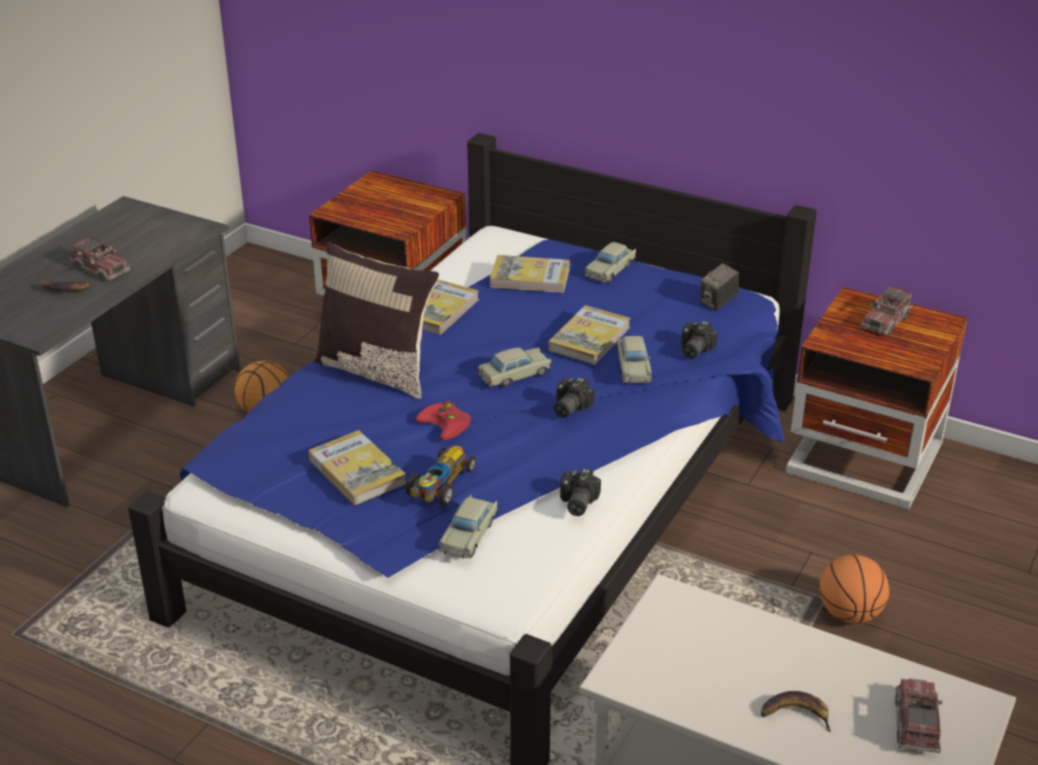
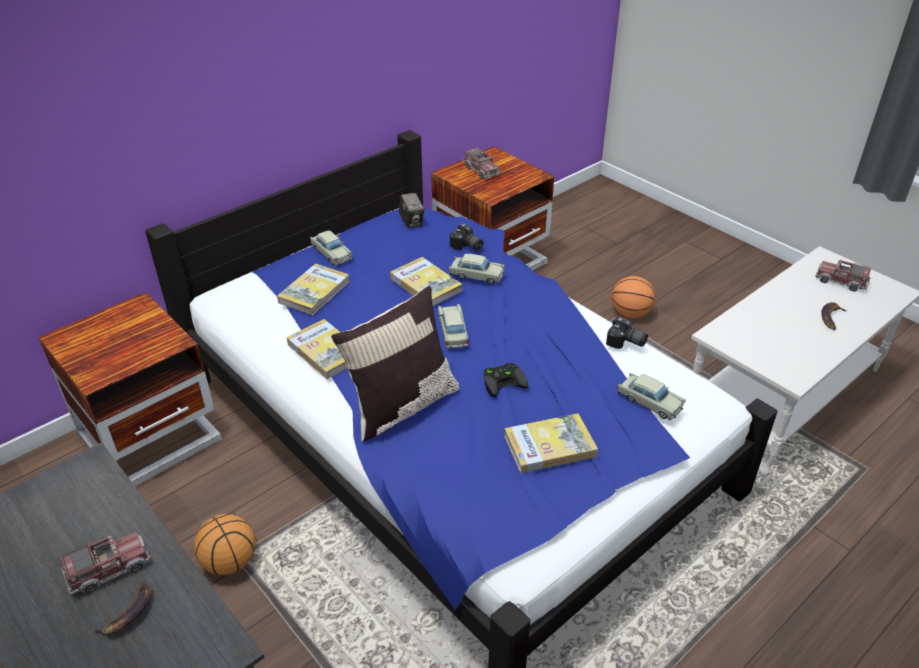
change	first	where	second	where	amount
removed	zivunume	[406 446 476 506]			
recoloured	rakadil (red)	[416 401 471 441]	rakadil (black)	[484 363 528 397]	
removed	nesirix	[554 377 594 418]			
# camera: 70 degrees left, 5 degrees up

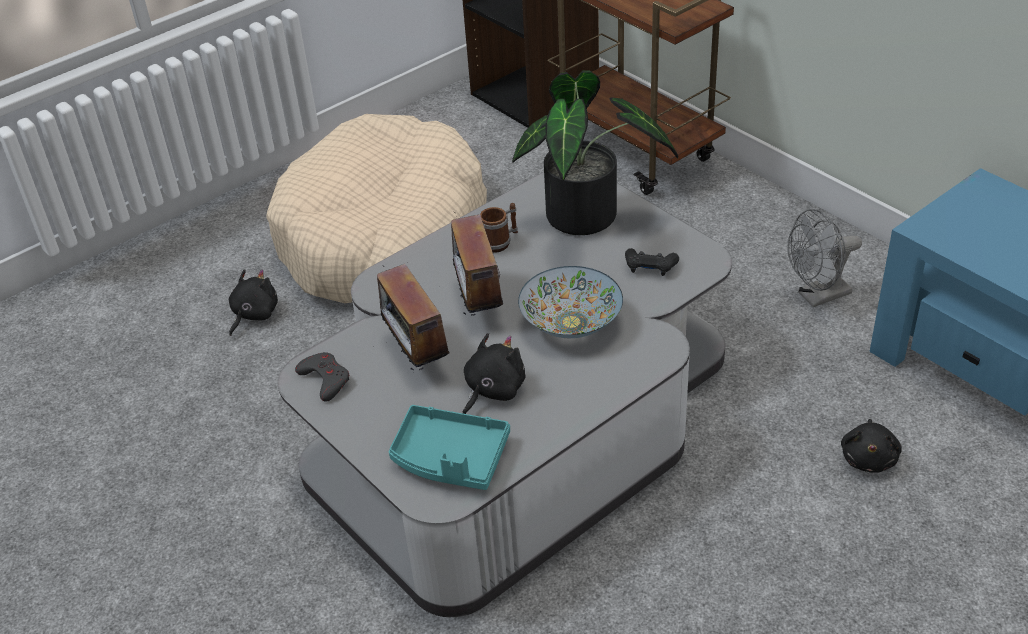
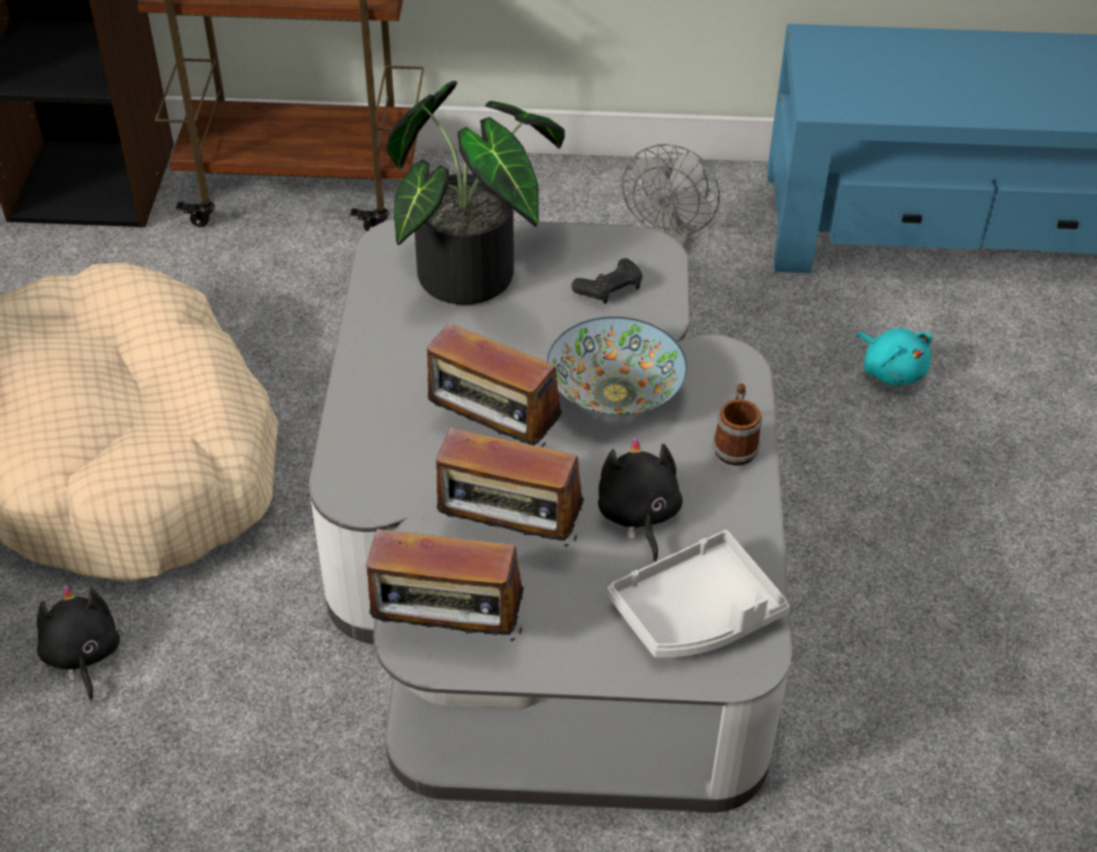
change	first	where	second	where	amount
replaced	rakadil (grey)	[295 352 349 402]	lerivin	[365 528 524 656]	
recoloured	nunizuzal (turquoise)	[389 405 510 490]	nunizuzal (grey)	[608 530 790 658]	
moved	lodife	[480 203 518 253]		[713 383 762 466]	
recoloured	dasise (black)	[841 419 902 473]	dasise (turquoise)	[857 328 932 386]	
# camera: 50 degrees left, 5 degrees up

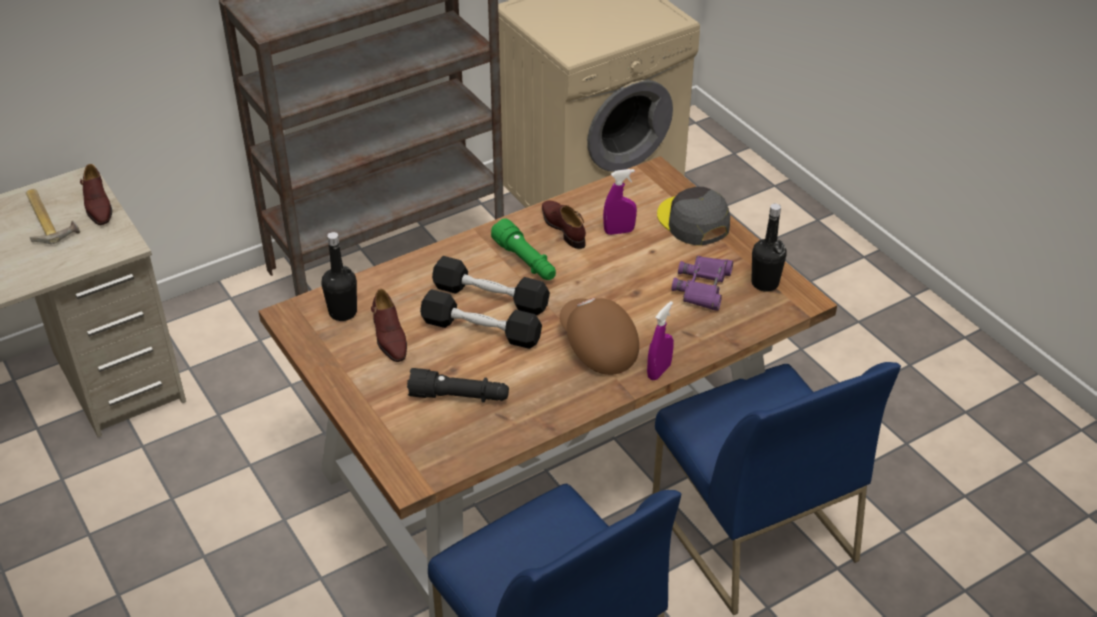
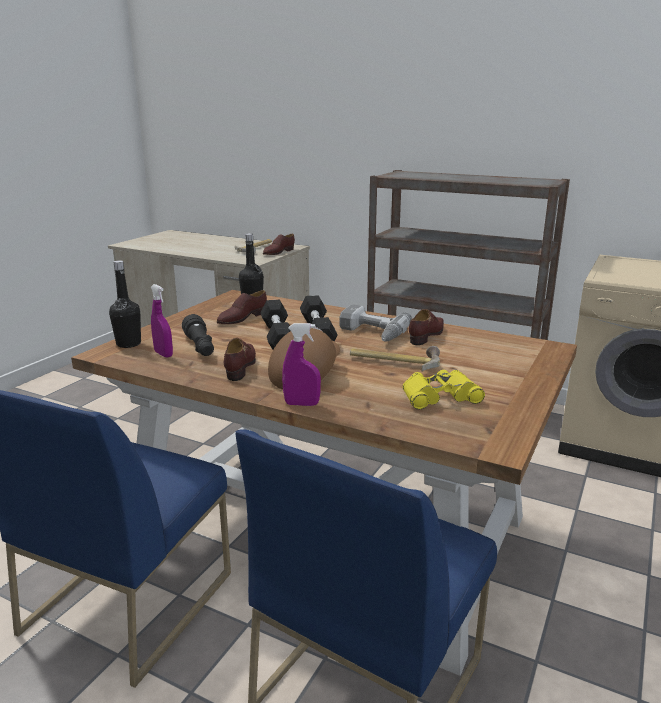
change	first	where	second	where	amount
replaced	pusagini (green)	[491 218 556 280]	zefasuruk	[339 305 412 341]	
moved	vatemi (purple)	[603 169 637 235]		[151 284 173 358]	
removed	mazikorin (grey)	[657 187 730 246]			
recoloured	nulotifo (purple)	[672 256 733 311]	nulotifo (yellow)	[402 370 485 410]	
moved	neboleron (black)	[752 204 787 292]		[109 260 141 348]	
added			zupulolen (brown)	[223 338 256 381]	
added			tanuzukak	[350 346 440 371]	
# camera: 60 degrees right, 20 degrees down

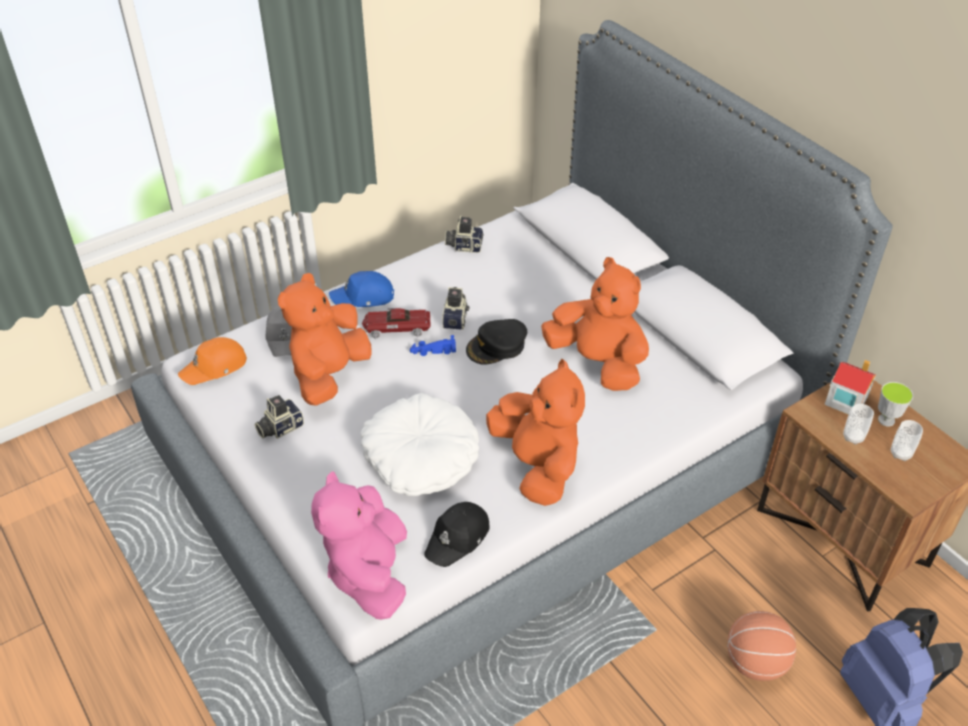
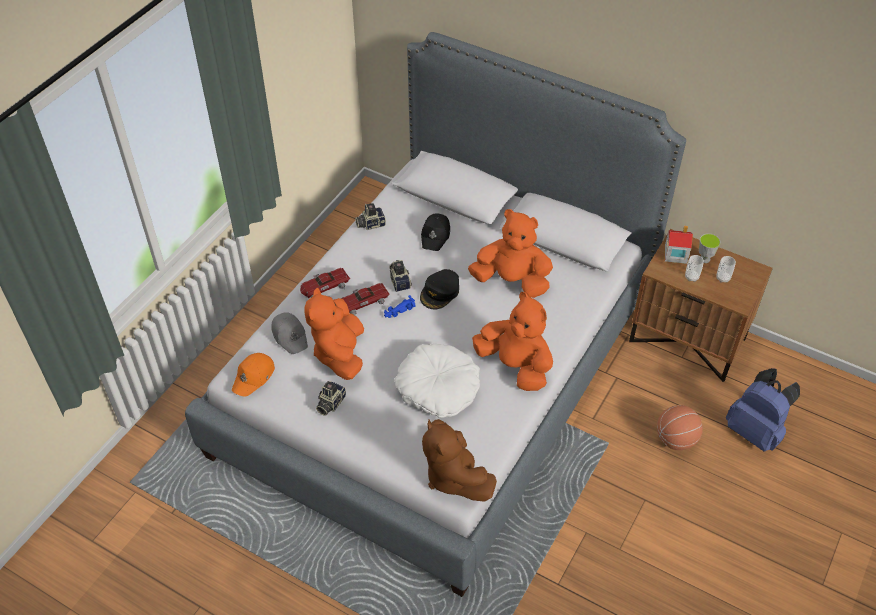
change	first	where	second	where	amount
recoloured	dasise (pink)	[311 472 407 620]	dasise (brown)	[422 419 497 502]	
replaced	mazikorin (blue)	[329 271 394 307]	zivunume	[300 268 350 298]	
moved	mazikorin (black)	[424 502 489 567]		[421 213 450 251]	
# camera: 25 degrees left, 5 degrees up

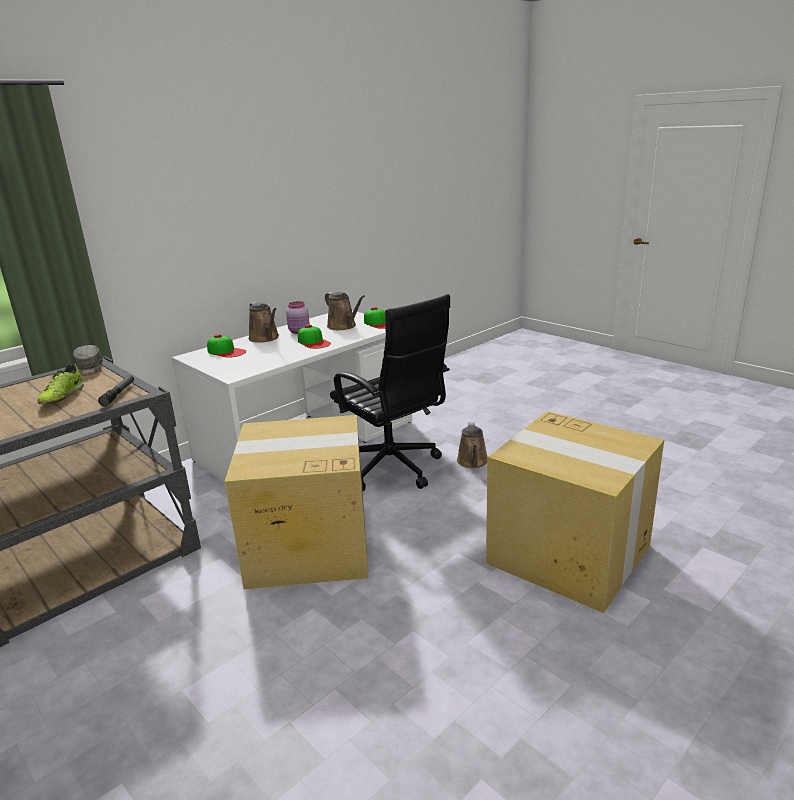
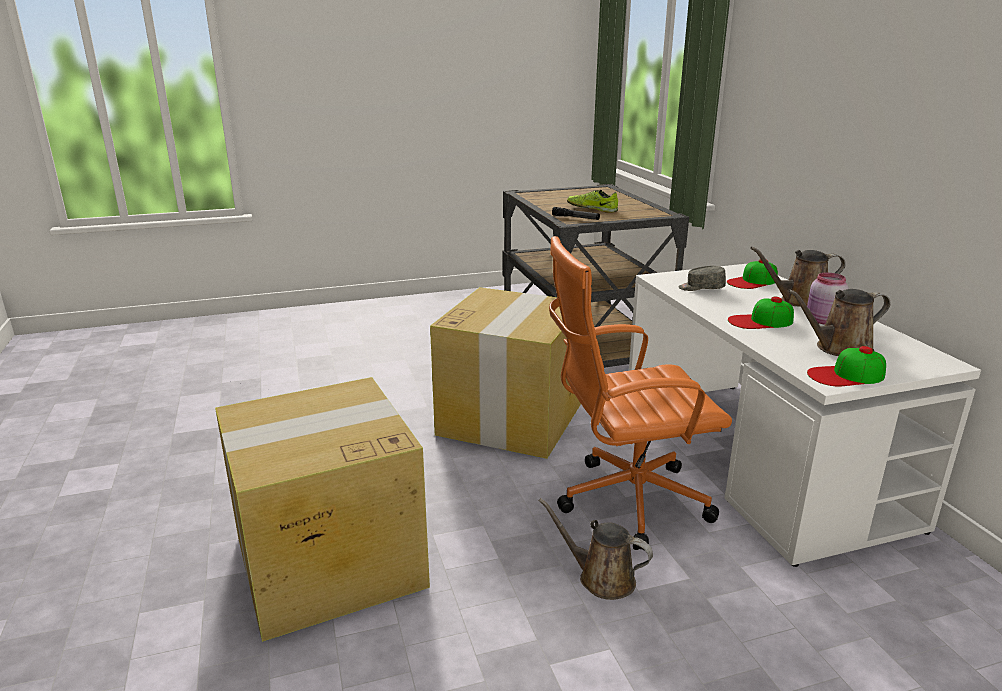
change	first	where	second	where	amount
moved	mazikorin (grey)	[73 345 103 376]		[678 266 726 291]	
recoloured	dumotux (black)	[330 294 450 491]	dumotux (orange)	[549 236 732 550]	
# camera: 115 degrees right, 0 degrees up

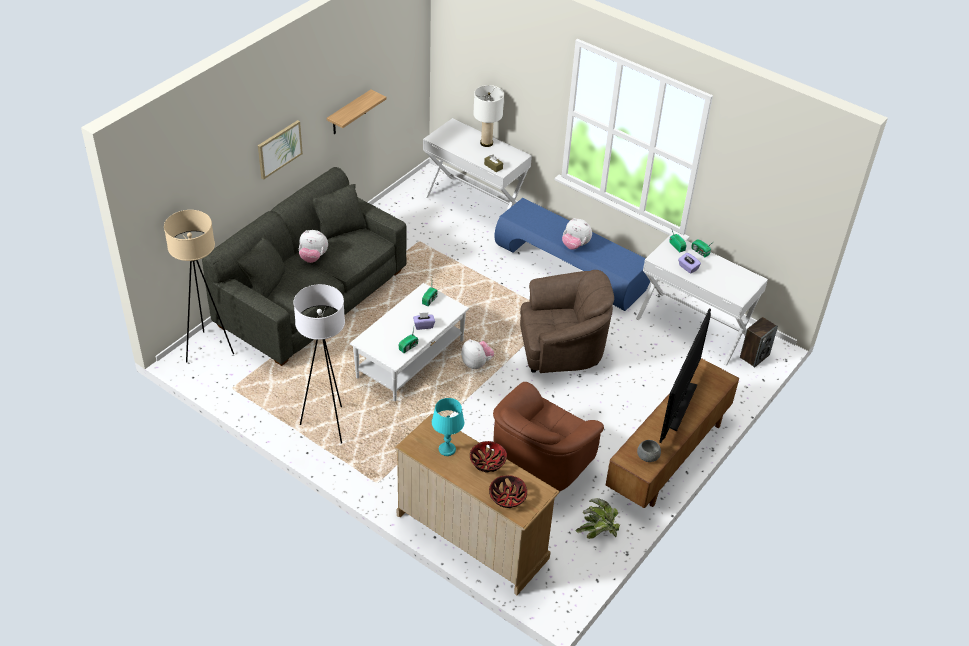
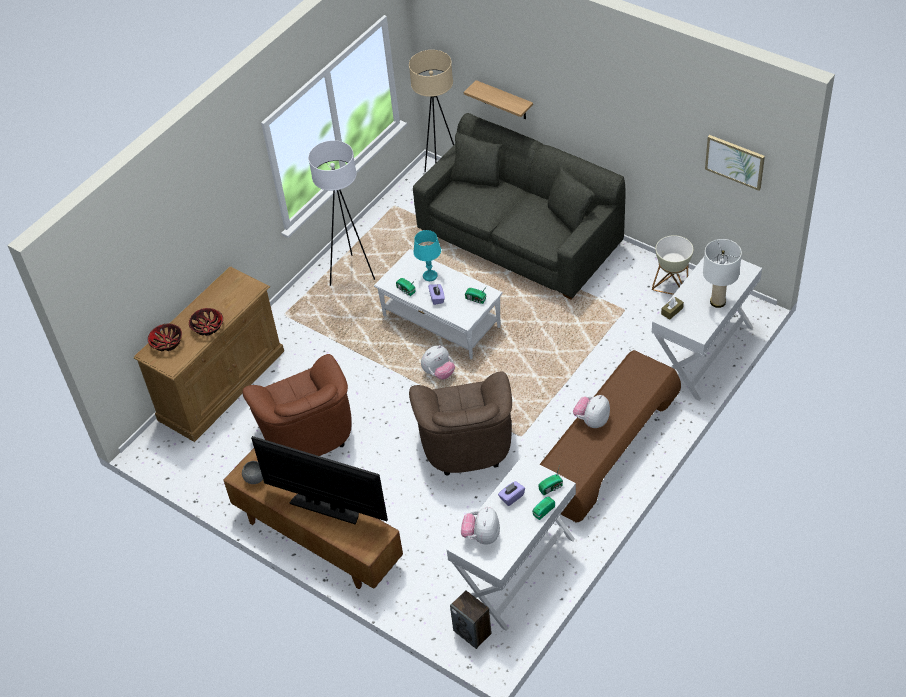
change	first	where	second	where	amount
moved	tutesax	[258 120 303 180]		[705 135 765 191]	
moved	dasise	[299 230 328 263]		[461 507 500 545]	
moved	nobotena	[327 90 387 134]		[464 80 533 119]	
moved	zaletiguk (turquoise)	[432 398 464 456]		[413 230 441 281]	
turned	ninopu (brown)	[493 382 604 491]		[243 354 352 456]	150 degrees counterclockwise
recoloured	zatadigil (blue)	[495 198 650 311]	zatadigil (brown)	[540 350 681 523]	
removed	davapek	[576 498 620 539]			
added			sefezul	[652 235 693 295]	
# camera: 95 degrees right, 5 degrees up

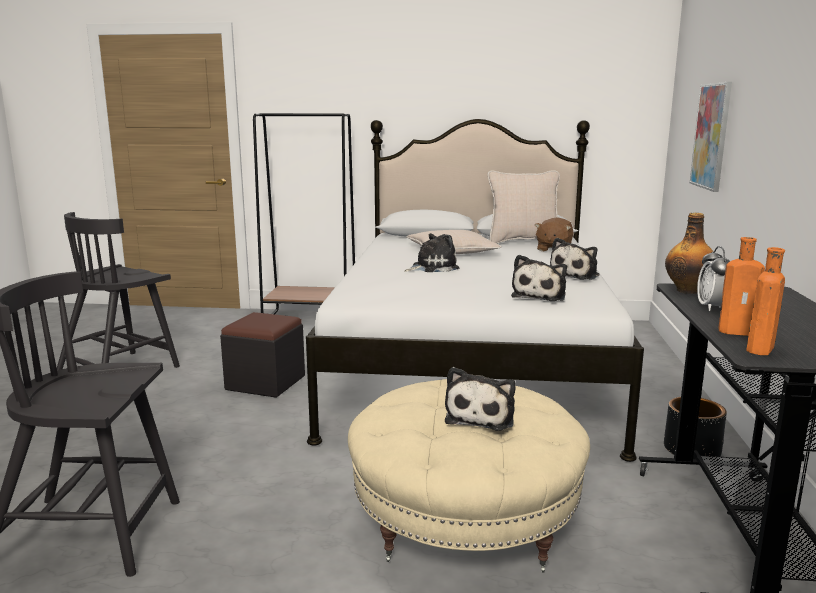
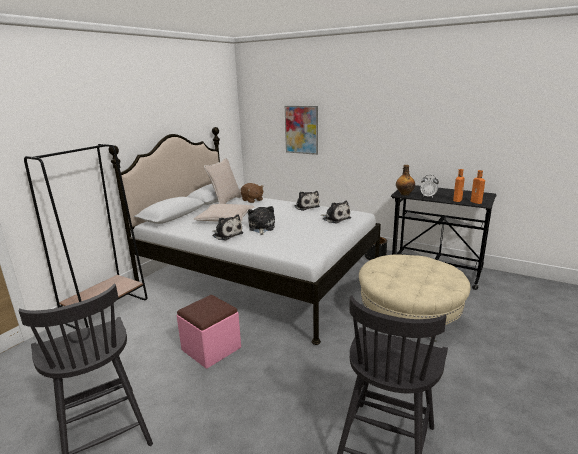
change	first	where	second	where	amount
recoloured	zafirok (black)	[220 312 305 398]	zafirok (pink)	[177 295 241 369]	
moved	dasise	[445 367 516 431]		[212 214 244 240]	
# camera: 65 degrees left, 5 degrees up

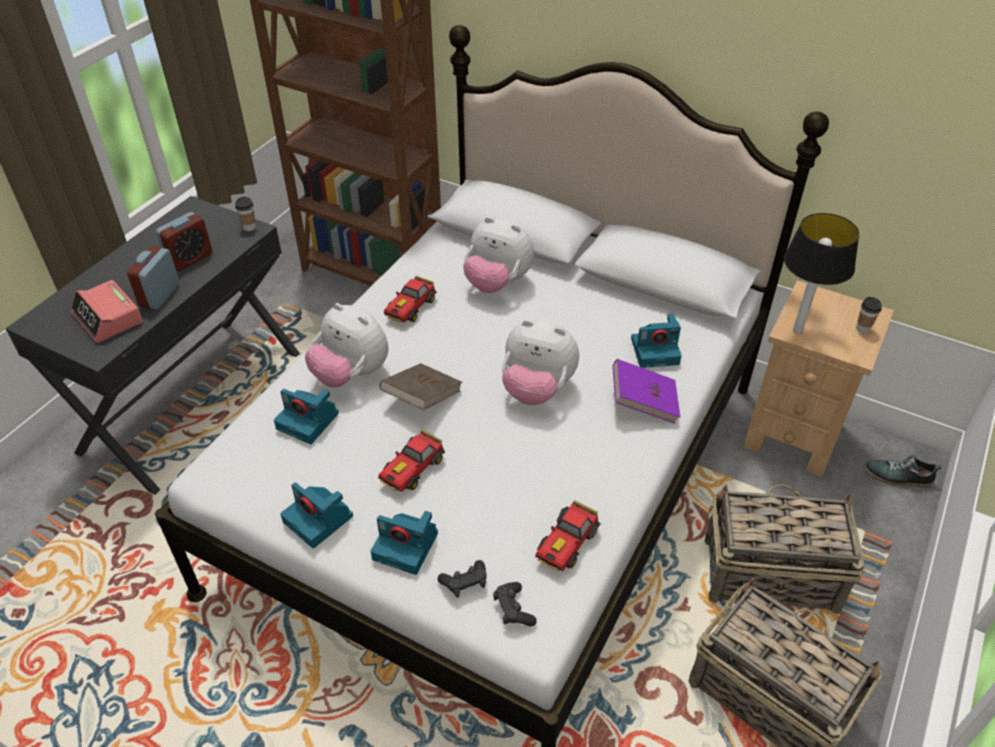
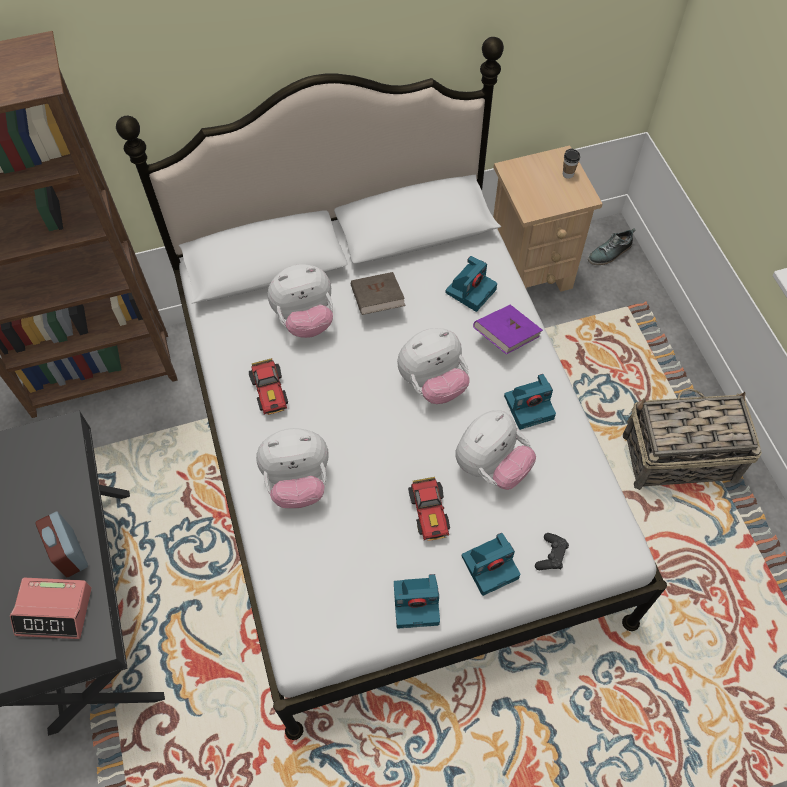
change	first	where	second	where	amount
removed	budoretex	[156 212 212 271]			
removed	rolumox	[235 197 256 231]			
moved	nesirix	[274 389 339 444]		[504 374 556 430]	
moved	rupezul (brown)	[379 363 462 410]		[351 272 406 315]	
removed	rakadil (black)	[493 582 537 627]			
removed	zivunume	[535 500 601 572]			
removed	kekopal	[705 484 865 614]			
removed	zaletiguk	[784 213 860 334]			
added			dasise	[455 410 536 490]	
# camera: 45 degrees left, 15 degrees up

